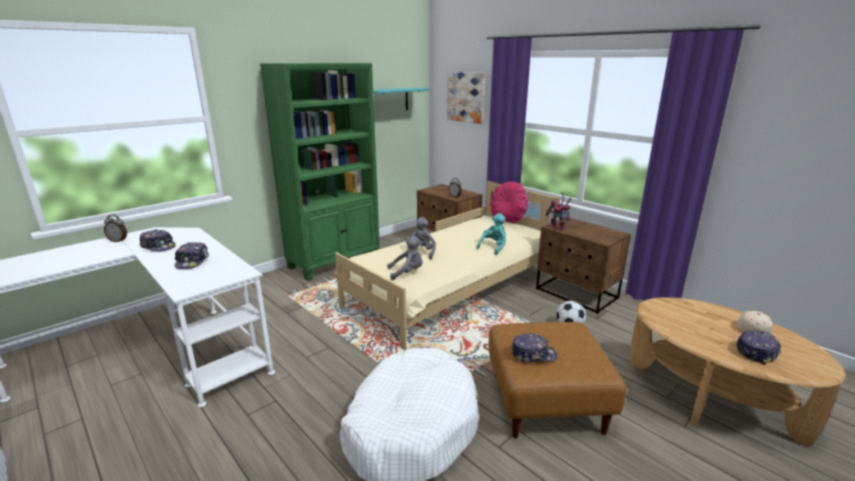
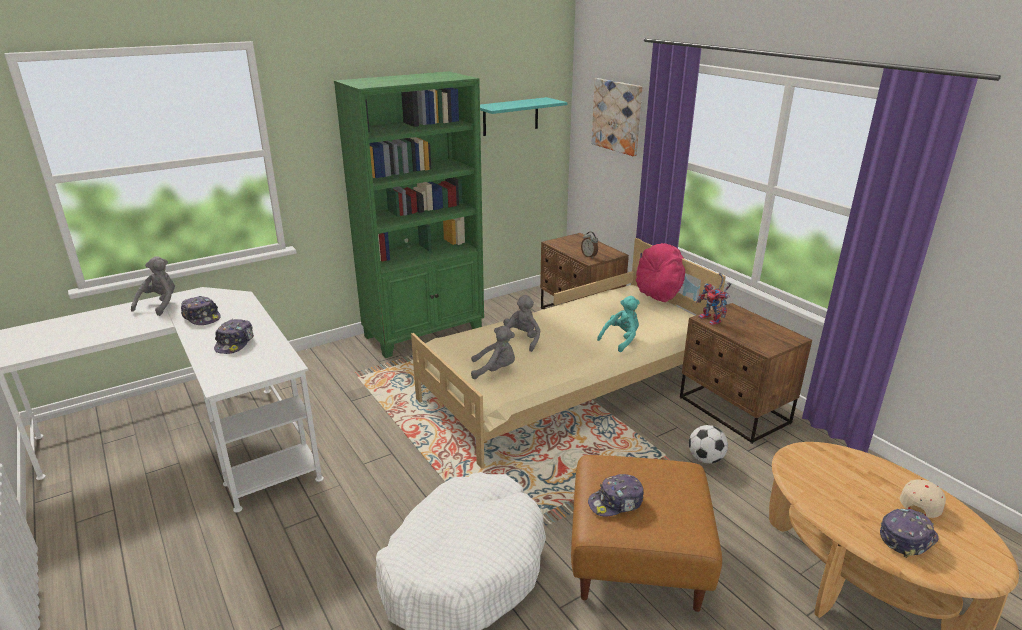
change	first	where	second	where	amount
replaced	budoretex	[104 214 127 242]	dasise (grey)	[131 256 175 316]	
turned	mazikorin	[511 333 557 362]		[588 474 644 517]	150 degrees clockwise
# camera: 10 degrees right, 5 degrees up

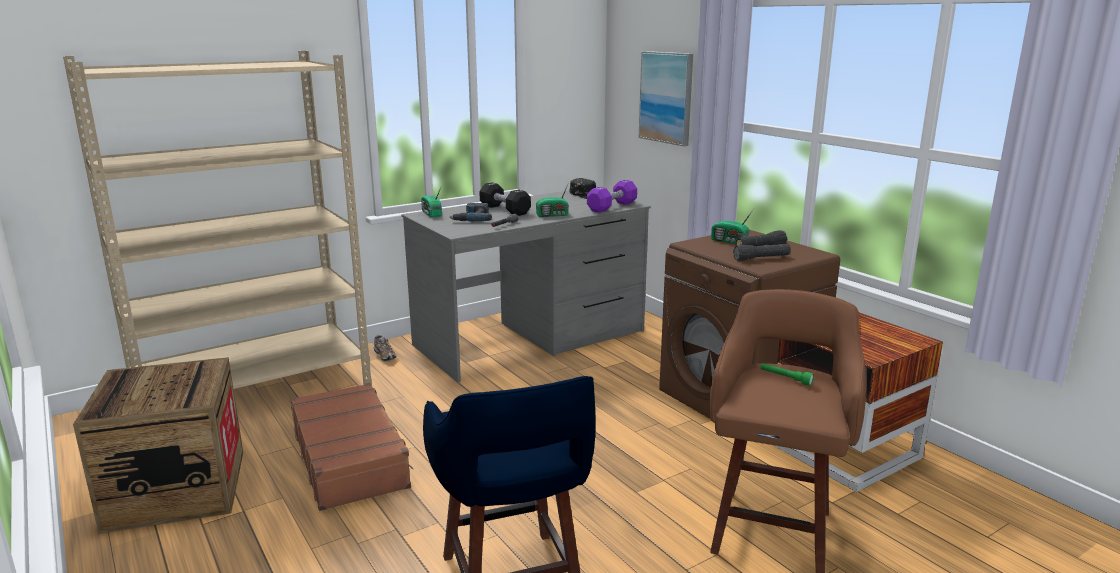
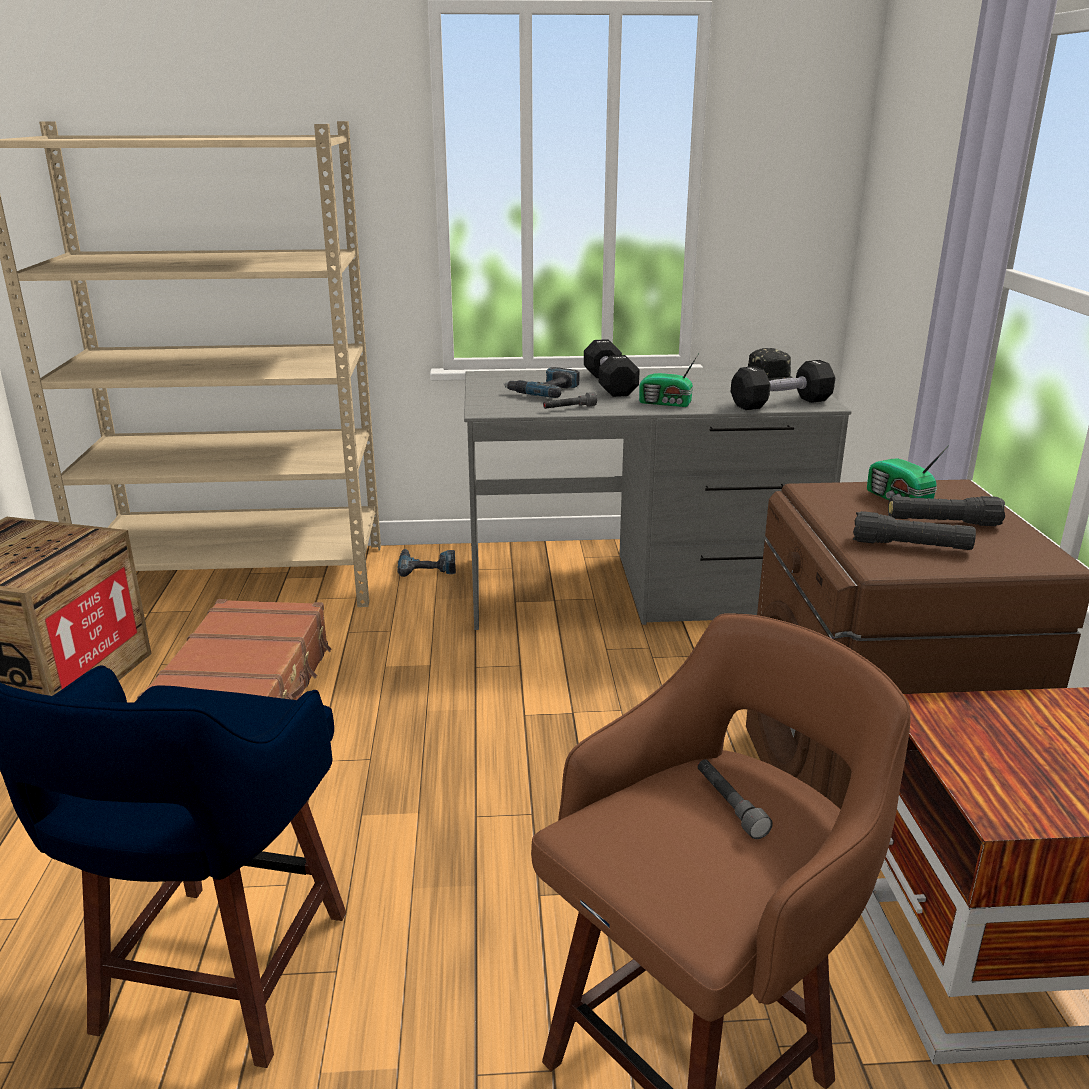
change	first	where	second	where	amount
replaced	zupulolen	[374 335 396 362]	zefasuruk	[397 549 456 577]	
removed	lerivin	[421 188 442 217]			
recoloured	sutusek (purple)	[587 180 637 213]	sutusek (black)	[731 360 835 410]	
removed	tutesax	[639 51 693 146]			
recoloured	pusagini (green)	[761 363 814 386]	pusagini (grey)	[698 759 773 839]	
# camera: 30 degrees right, 5 degrees up

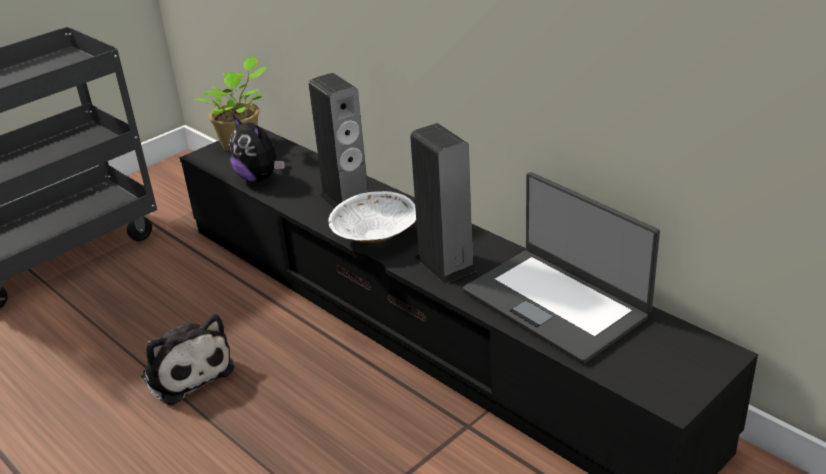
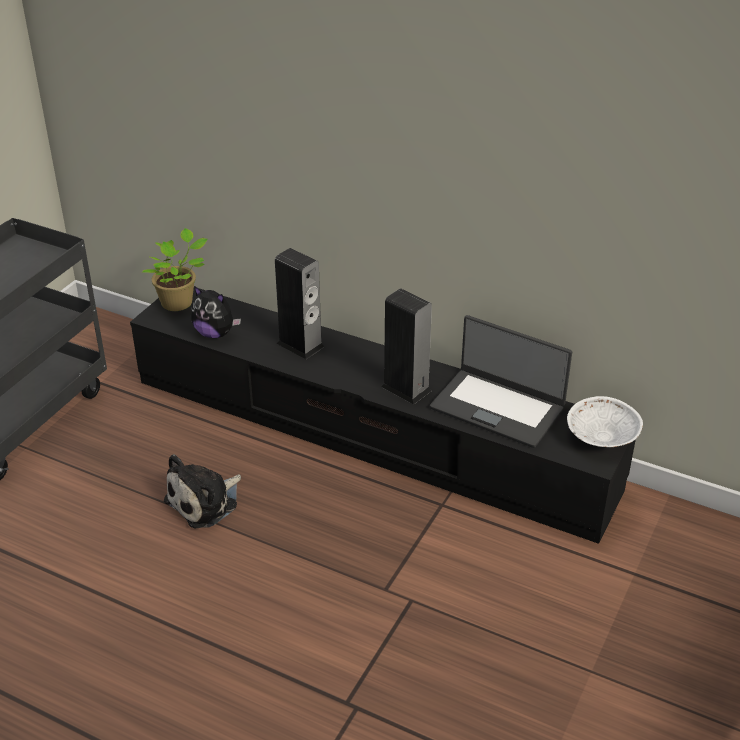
change	first	where	second	where	amount
turned	dasise	[141 314 234 405]		[164 454 241 528]	105 degrees clockwise
moved	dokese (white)	[328 191 416 243]		[567 396 643 447]	
# camera: 20 degrees left, 5 degrees up

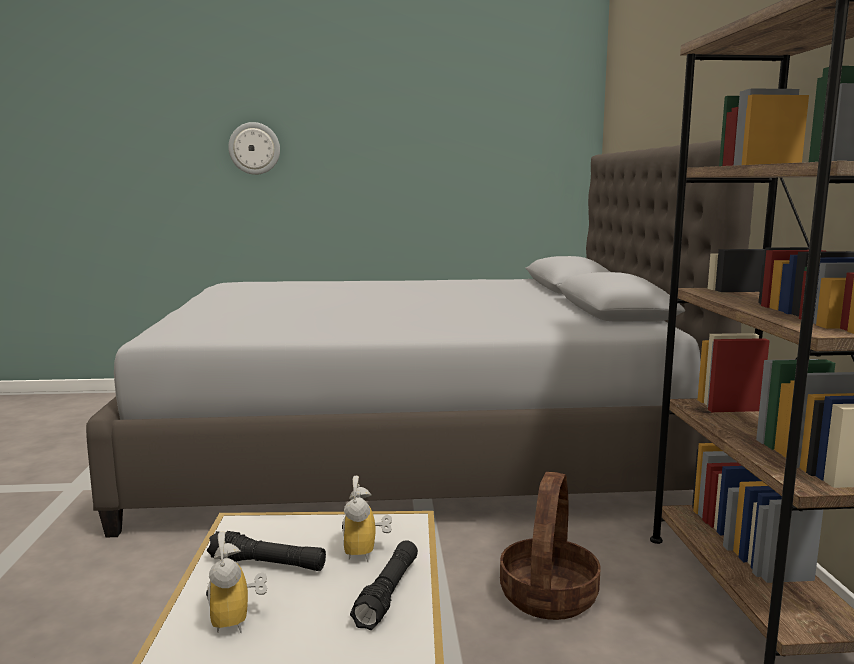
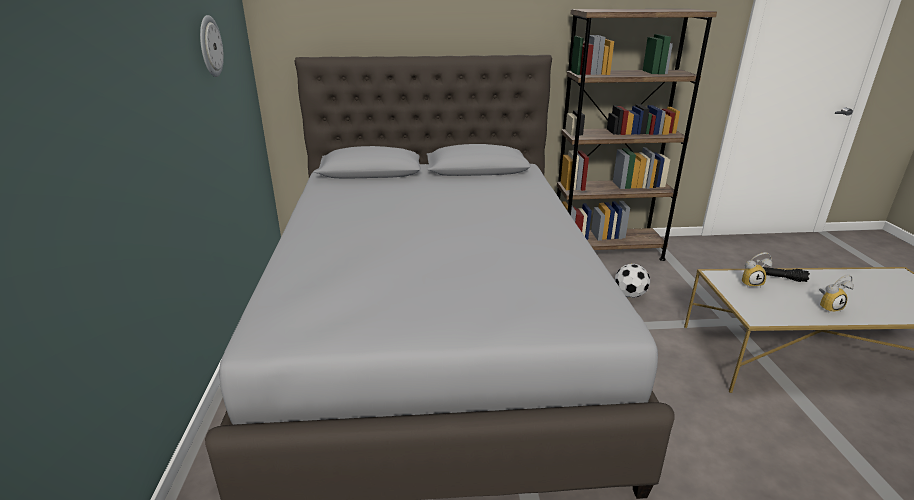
change	first	where	second	where	amount
removed	pusagini (black)	[207 531 326 571]			
moved	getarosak	[228 122 280 175]		[200 15 224 77]	
replaced	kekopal	[500 472 601 620]	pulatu	[615 264 650 298]	
# camera: 90 degrees left, 15 degrees up

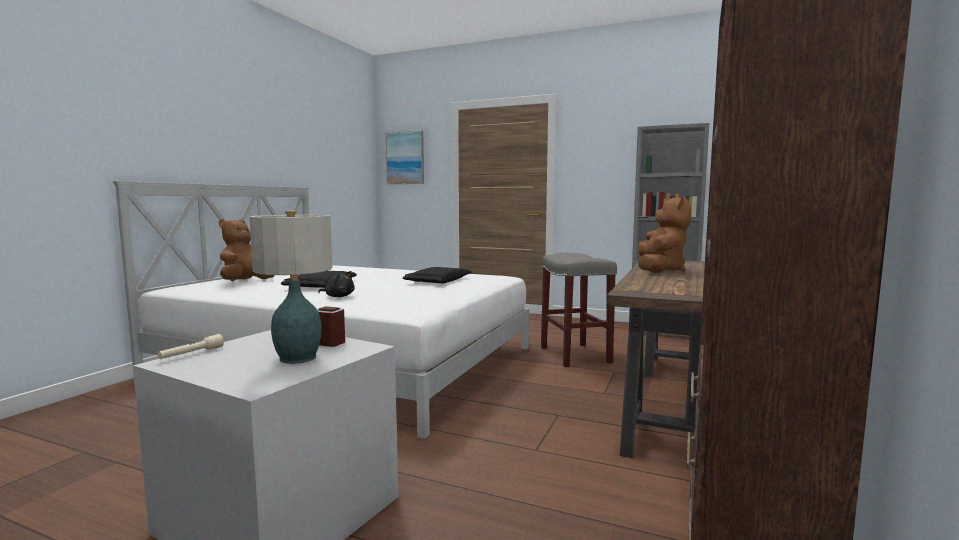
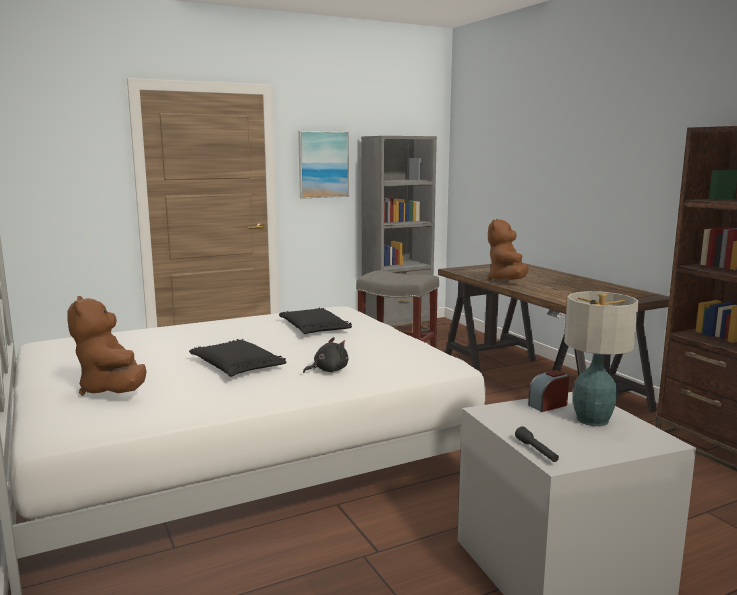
change	first	where	second	where	amount
recoloured	pusagini (beige)	[157 334 224 359]	pusagini (black)	[515 427 559 462]	
moved	tutesax	[386 130 424 184]		[298 131 349 199]	
turned	dasise (brown)	[638 196 691 273]		[488 219 528 281]	135 degrees counterclockwise
# camera: 50 degrees left, 5 degrees up

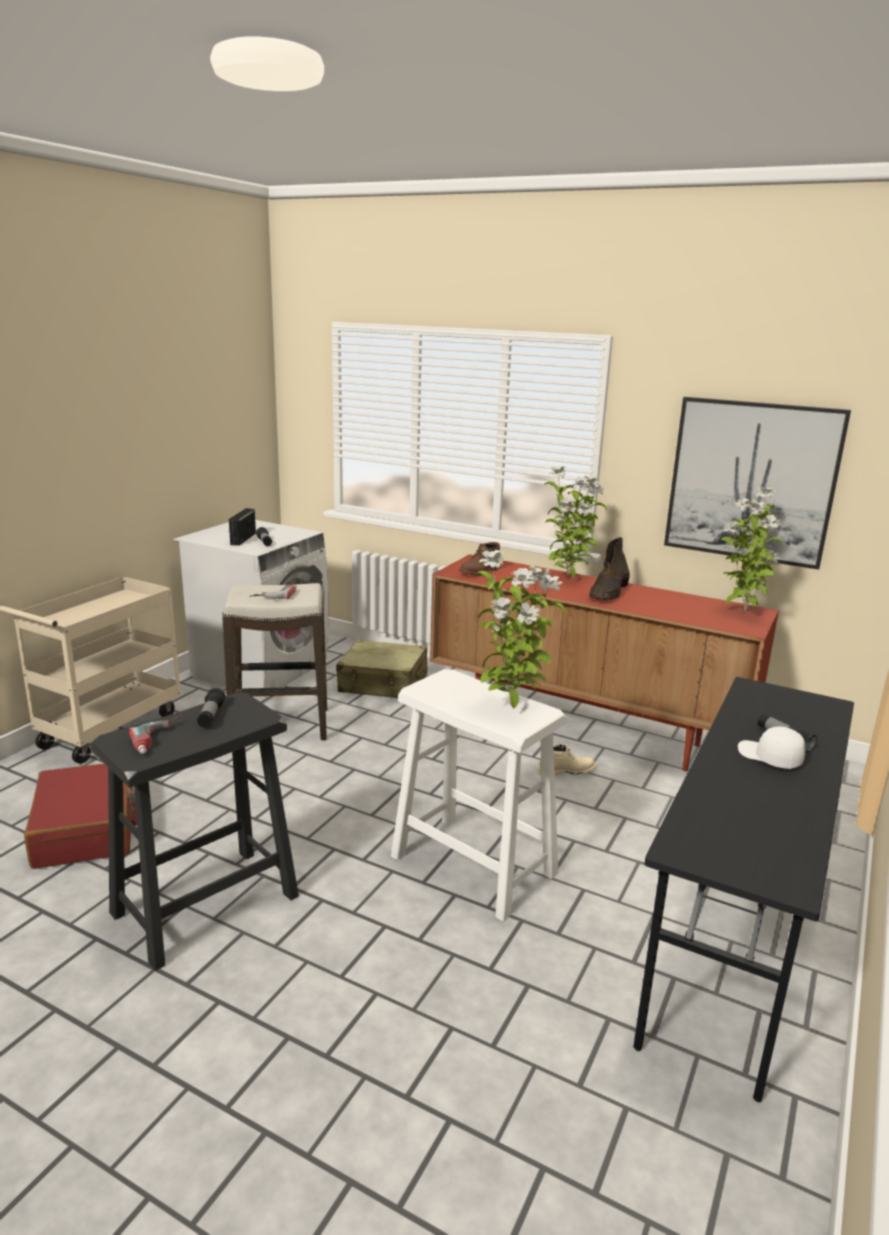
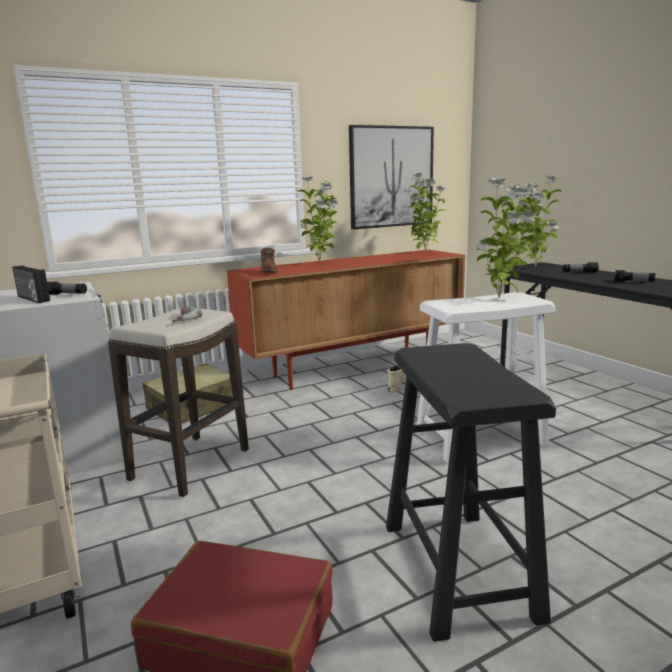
change	first	where	second	where	amount
removed	zefasuruk	[129 715 182 754]			
moved	pusagini	[197 687 225 728]		[614 270 656 282]	
removed	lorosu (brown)	[589 537 630 600]			
removed	mazikorin (white)	[738 726 806 769]			
added			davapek	[517 176 562 267]	
# camera: 55 degrees left, 5 degrees down

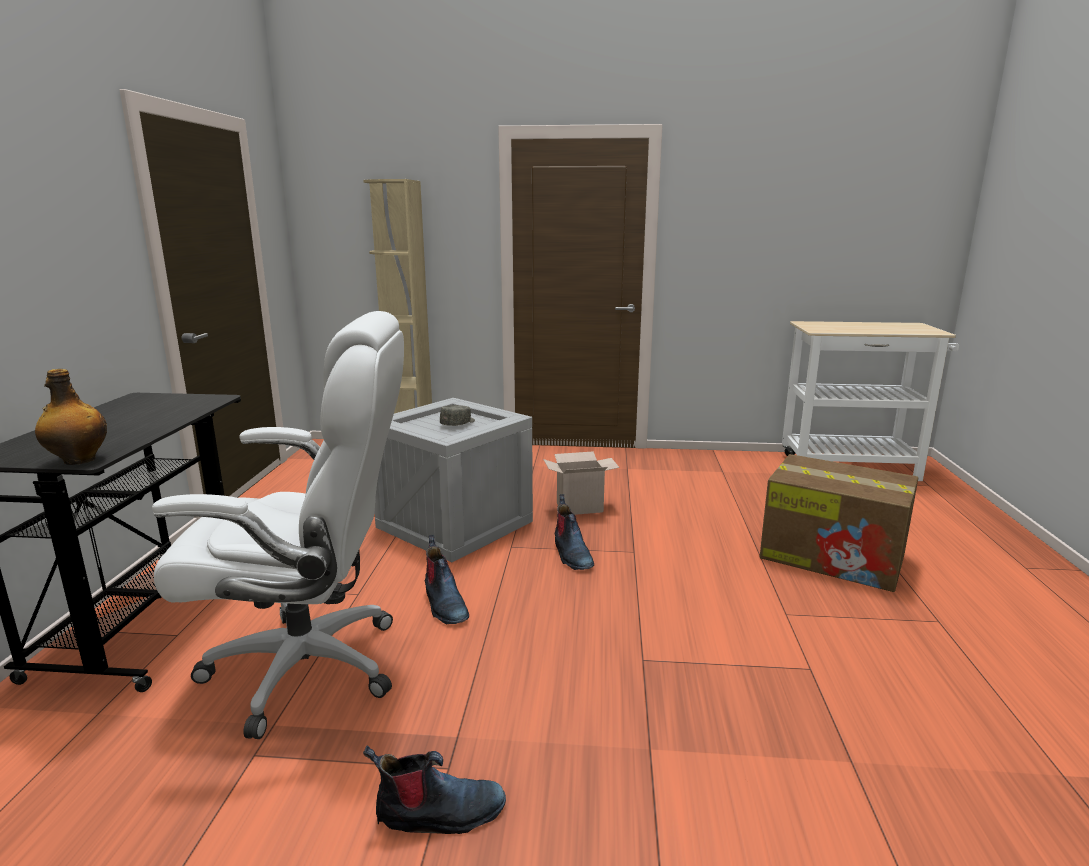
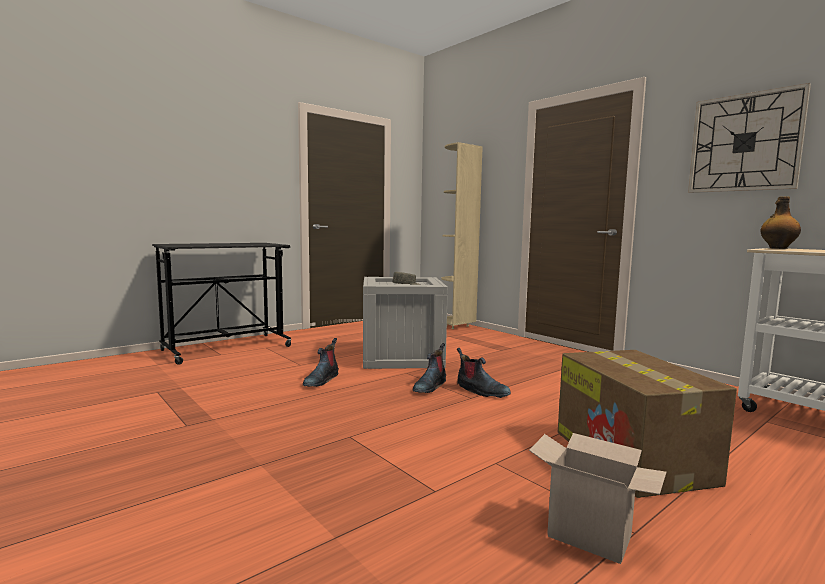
change	first	where	second	where	amount
moved	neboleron	[35 369 107 465]		[760 196 801 249]	
removed	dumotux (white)	[152 311 404 739]			
moved	lorosu	[363 745 506 834]		[457 348 511 398]	
moved	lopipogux	[543 452 620 515]		[529 433 666 564]	
added			getarosak	[688 83 811 193]	
# camera: 45 degrees right, 10 degrees down

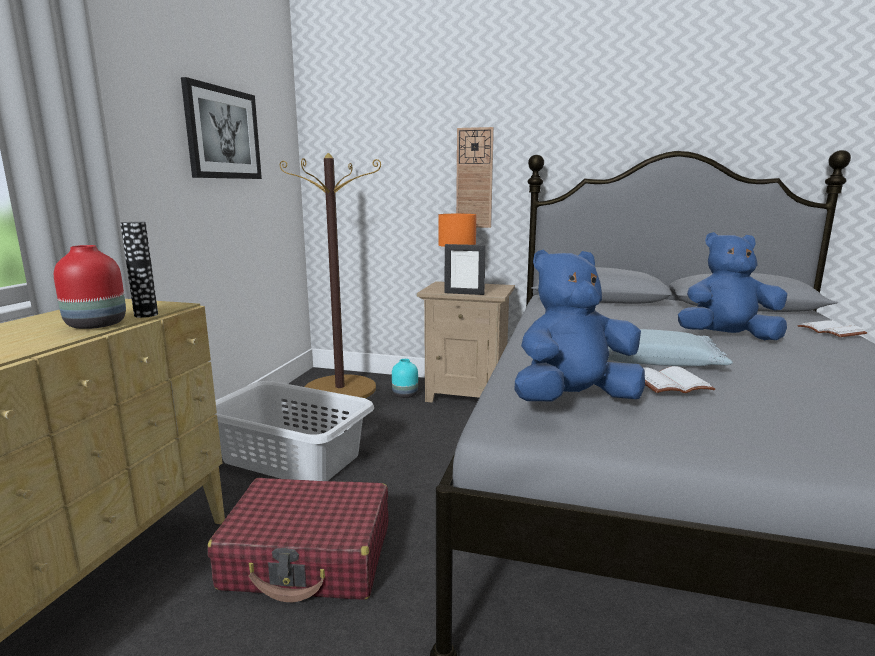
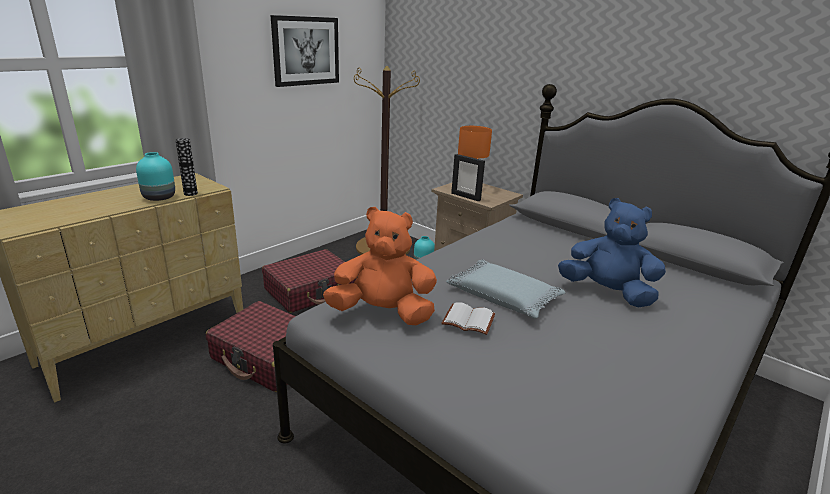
change	first	where	second	where	amount
recoloured	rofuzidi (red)	[54 245 126 329]	rofuzidi (turquoise)	[136 152 175 201]	
replaced	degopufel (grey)	[215 381 374 481]	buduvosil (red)	[262 249 356 313]	
removed	getarosak	[456 127 494 228]			
recoloured	dasise (blue)	[515 250 645 401]	dasise (orange)	[323 207 437 325]	
removed	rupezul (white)	[798 320 868 337]			
# camera: 25 degrees right, 10 degrees up

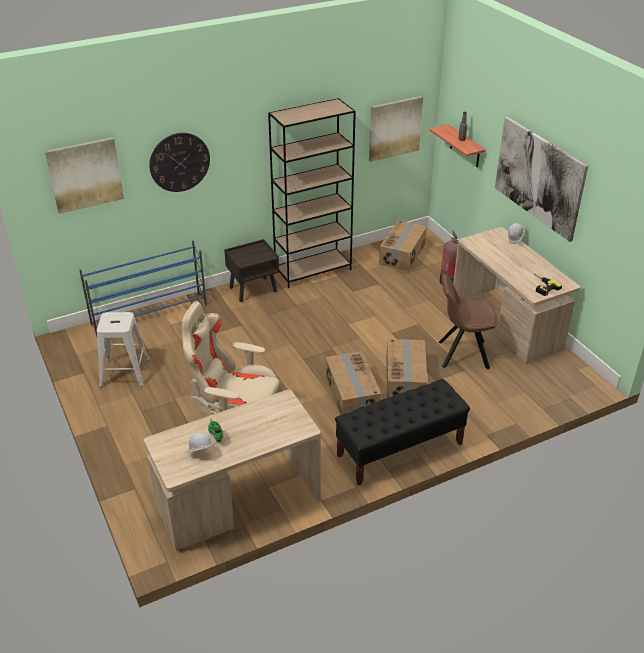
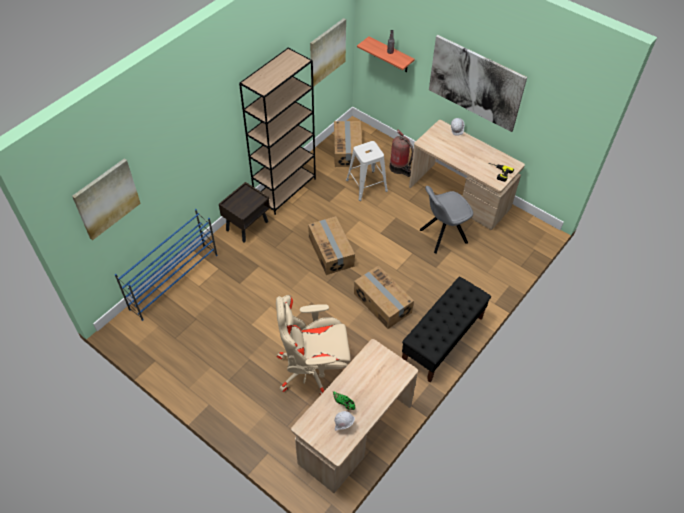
change	first	where	second	where	amount
moved	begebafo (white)	[97 312 149 387]		[346 141 388 201]	
removed	getarosak	[149 133 210 192]			
moved	lopipogux	[386 339 428 398]		[308 216 355 275]	
recoloured	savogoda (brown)	[439 274 498 369]	savogoda (grey)	[420 186 473 253]	
# camera: 25 degrees left, 15 degrees up

